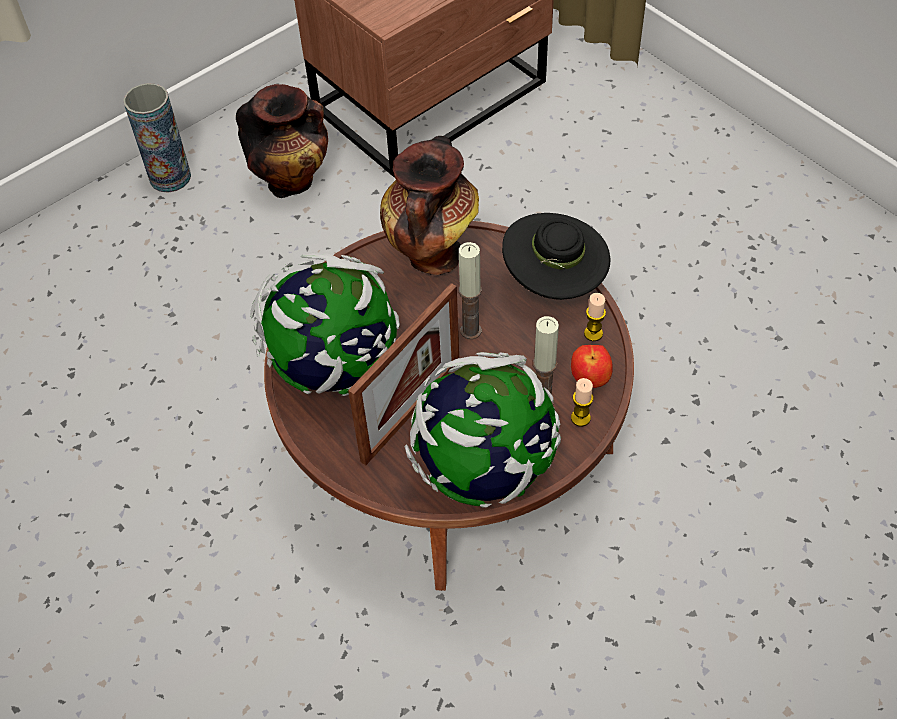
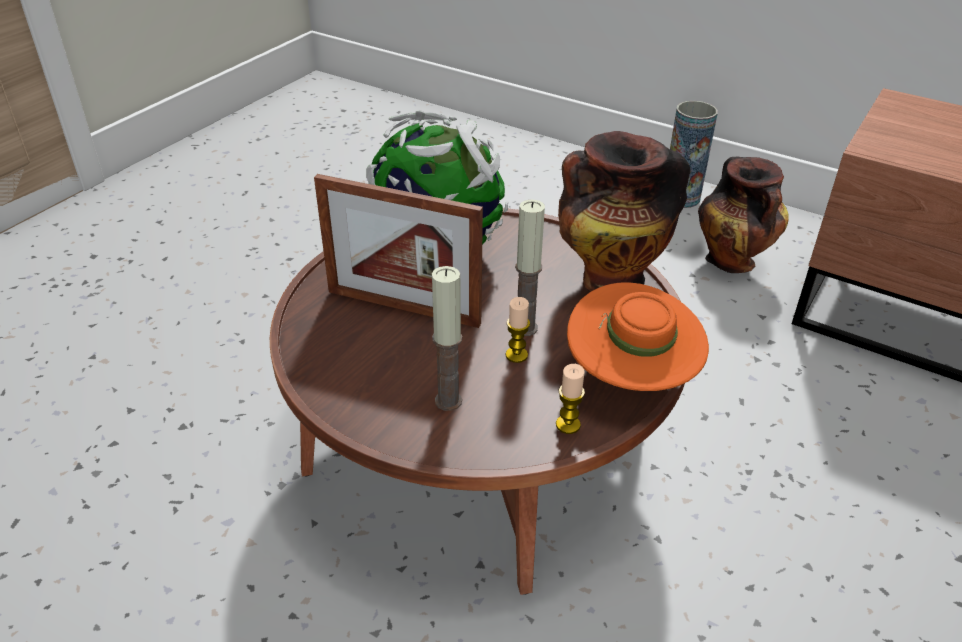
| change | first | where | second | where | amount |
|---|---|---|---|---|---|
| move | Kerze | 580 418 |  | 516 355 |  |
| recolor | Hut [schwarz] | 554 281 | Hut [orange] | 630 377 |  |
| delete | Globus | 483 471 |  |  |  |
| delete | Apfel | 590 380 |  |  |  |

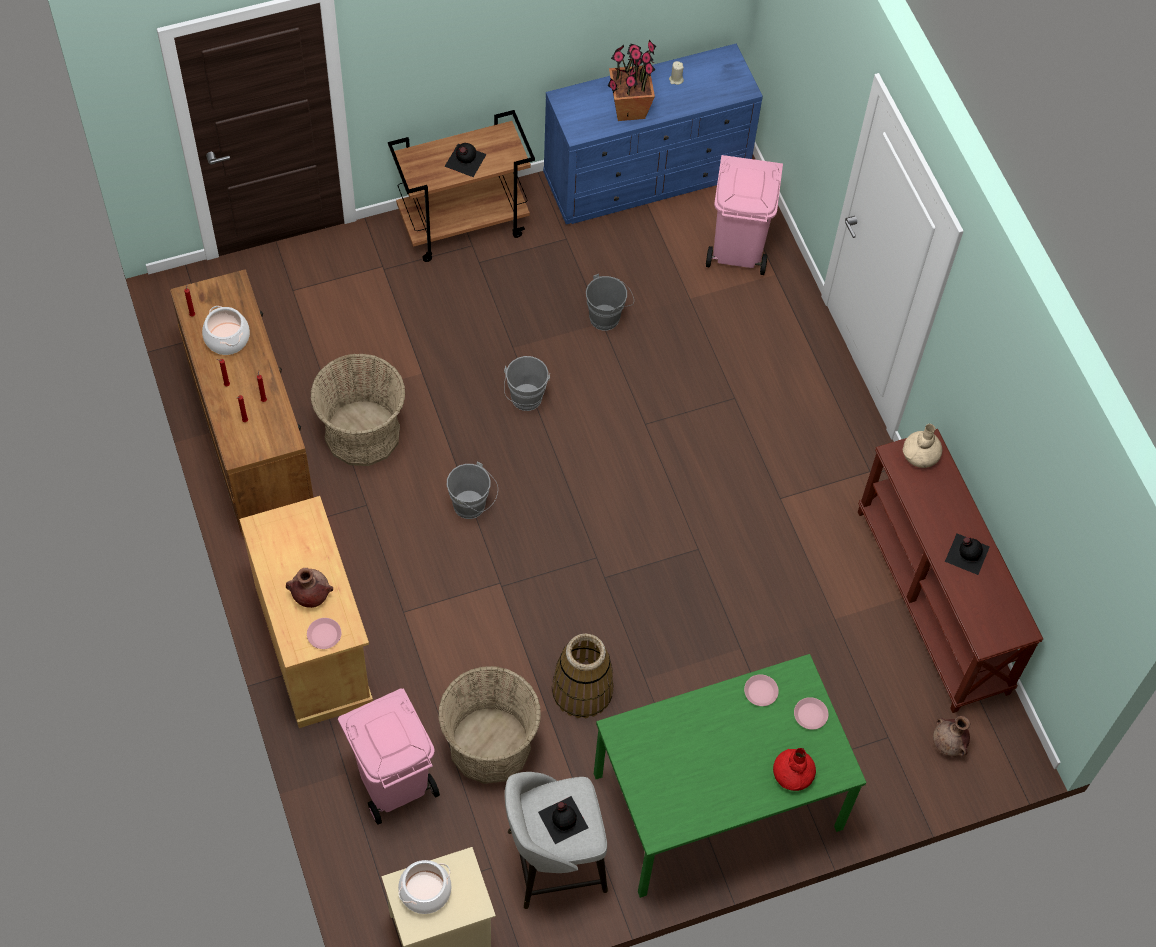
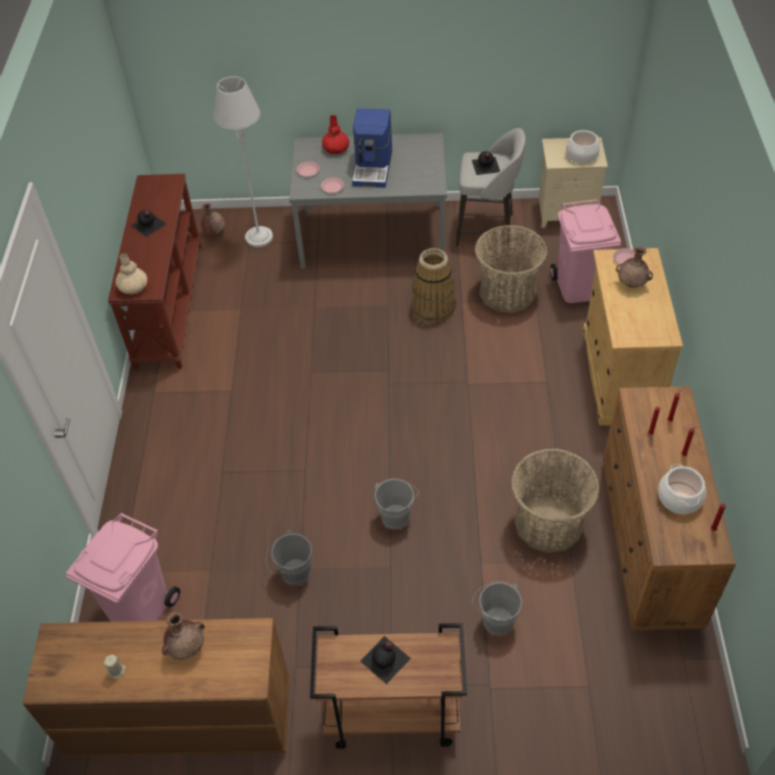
| change | first | where | second | where | amount |
|---|---|---|---|---|---|
| recolor | Kommode [blau] | 647 176 | Kommode [braun] | 179 718 |  |
| replace | Topfpflanze | 629 108 | Vase [braun] | 187 647 |  |
| insert |  |  | Stehlampe [grau] | 259 237 |  |
| recolor | Esstisch [grün] | 716 803 | Esstisch [grau] | 373 235 |  |
| insert |  |  | Kaffeemaschine | 373 167 |  |
| move | Eimer [grau] | 472 507 |  | 495 619 |  |

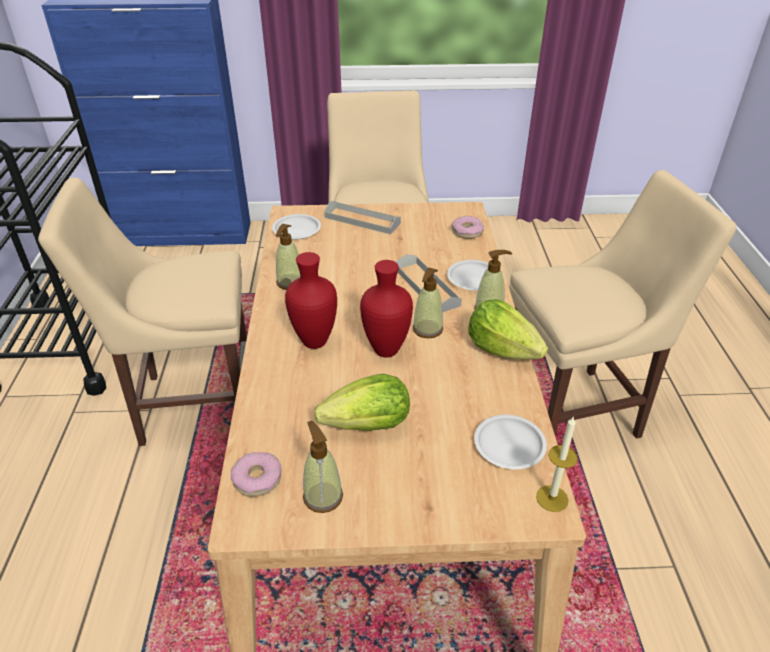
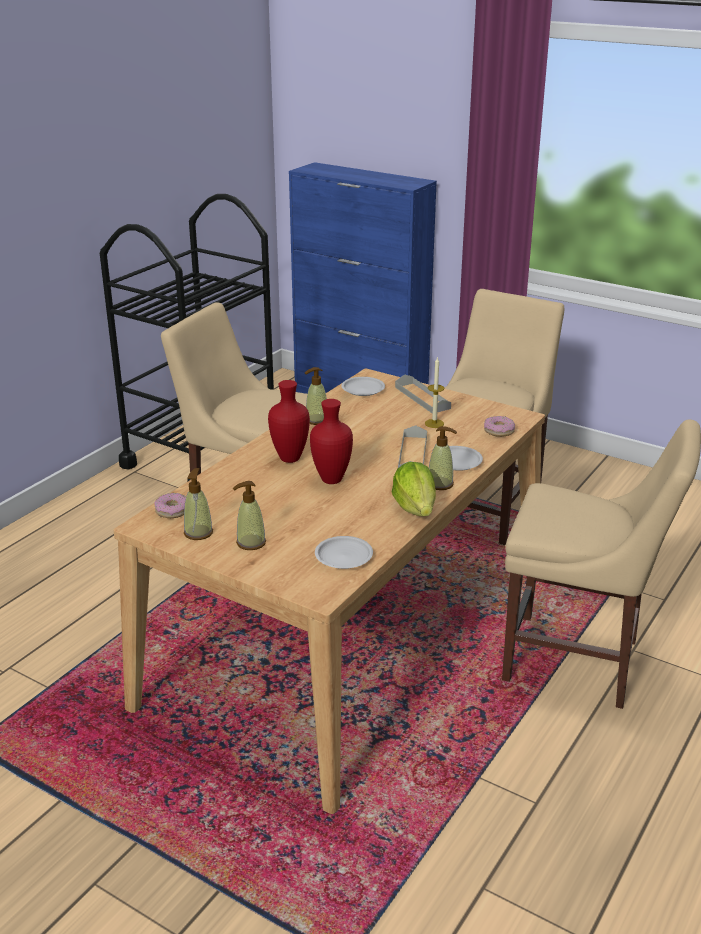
| change | first | where | second | where | amount |
|---|---|---|---|---|---|
| move | Seifenspender | 427 329 |  | 251 543 |  |
| move | Kerze | 552 498 |  | 434 423 |  |
| delete | Salatkopf | 368 425 |  |  |  |

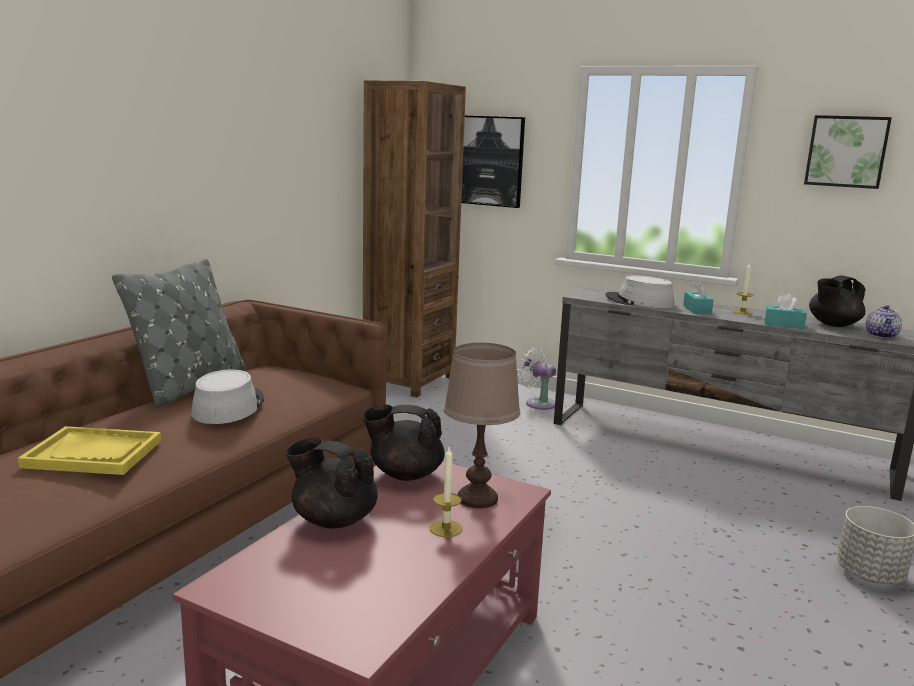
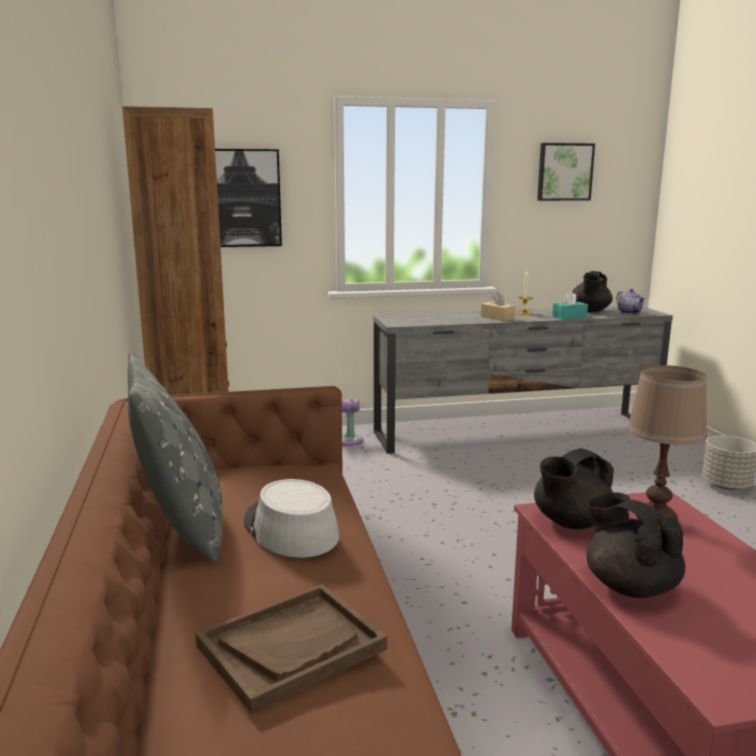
| change | first | where | second | where | amount |
|---|---|---|---|---|---|
| recolor | Tablett [gelb] | 93 454 | Tablett [braun] | 291 647 |  |
| recolor | Taschentuchbox [türkis] | 697 310 | Taschentuchbox [beige] | 497 317 |  |
| rotate | Teekanne [schwarz] | 333 519 |  | 630 586 | 75 degrees clockwise |
| delete | Kerze | 446 528 |  |  |  |
| delete | Hut [grau] | 639 302 |  |  |  |

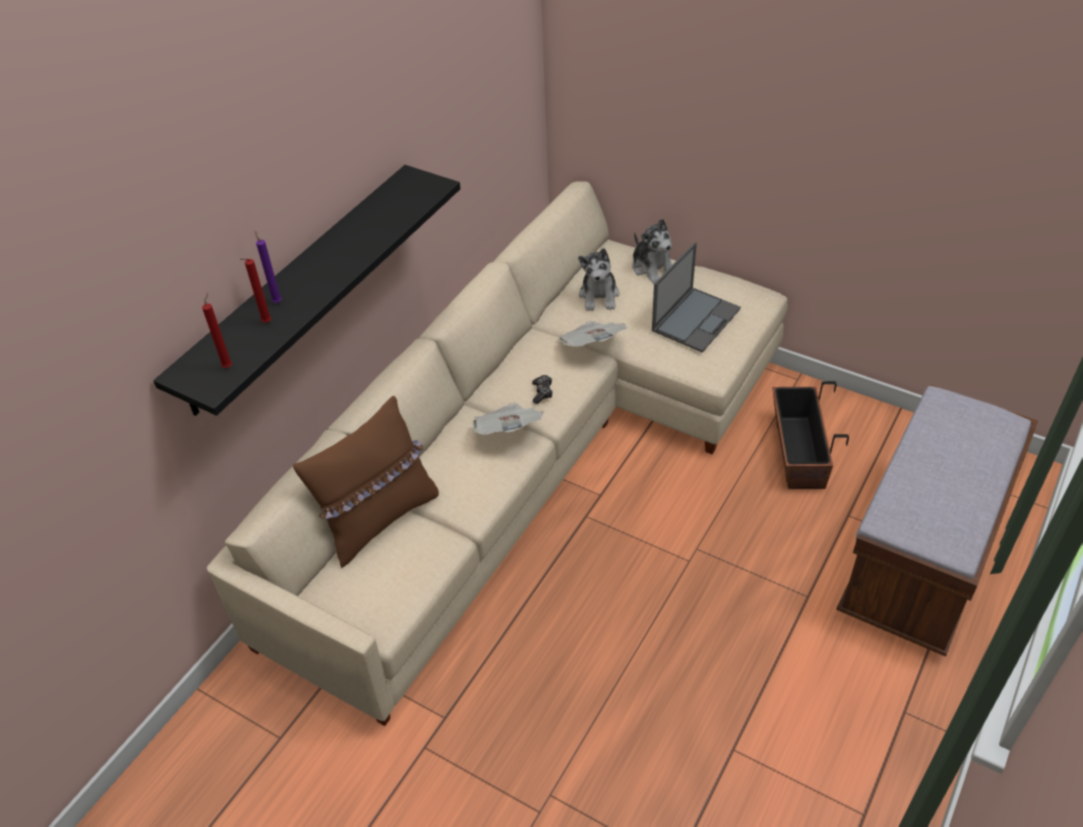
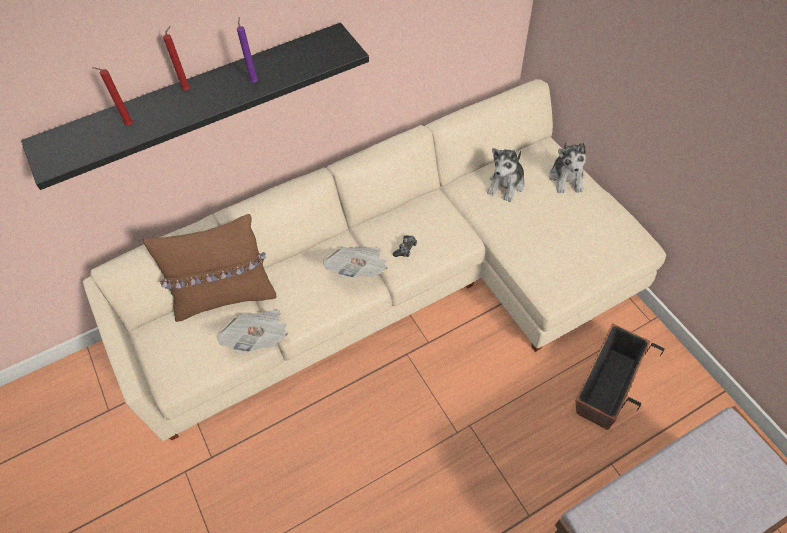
| change | first | where | second | where | amount |
|---|---|---|---|---|---|
| move | Kerze [rot] | 228 366 |  | 188 89 |  |
| move | Zeitung | 592 346 |  | 259 338 |  |
| move | Kerze [lila] | 276 301 |  | 254 81 |  |
| delete | Laptop | 696 319 |  |  |  |

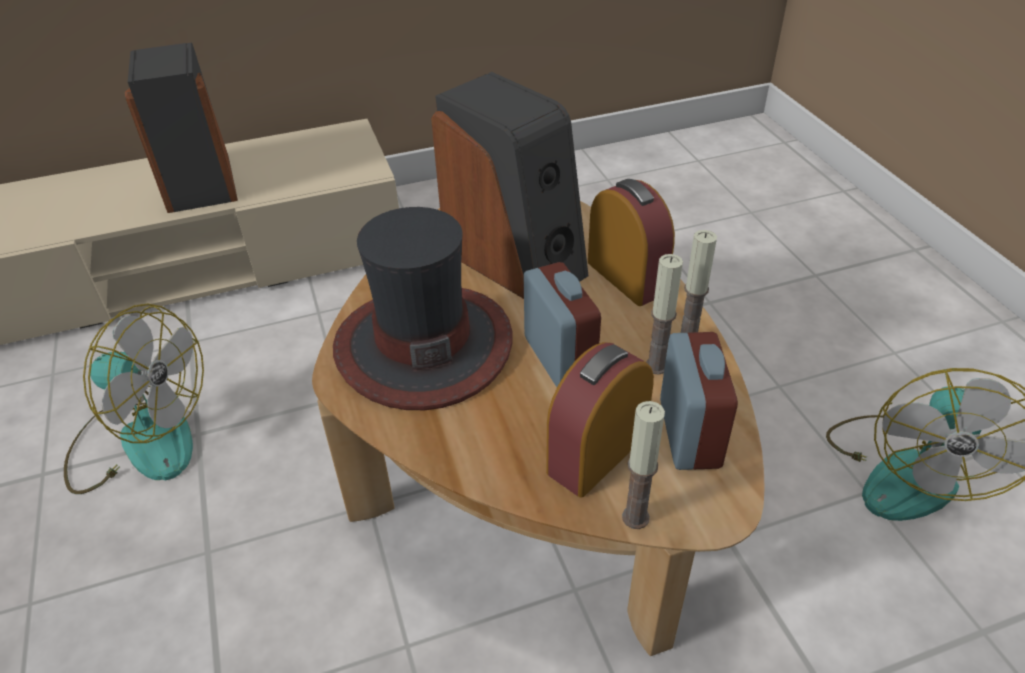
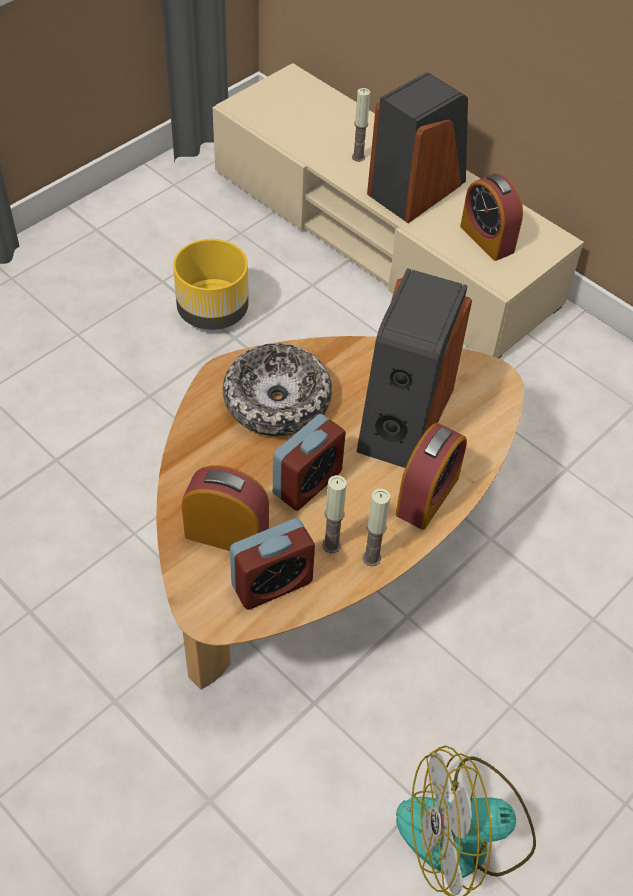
| change | first | where | second | where | amount |
|---|---|---|---|---|---|
| replace | Ventilator | 141 439 | Pflanzkübel [gelb] | 213 311 |  |
| replace | Hut | 423 345 | Schüssel | 277 401 |  |
| move | Kerze | 635 517 |  | 358 157 |  |
| insert |  |  | Wecker | 487 239 |  |

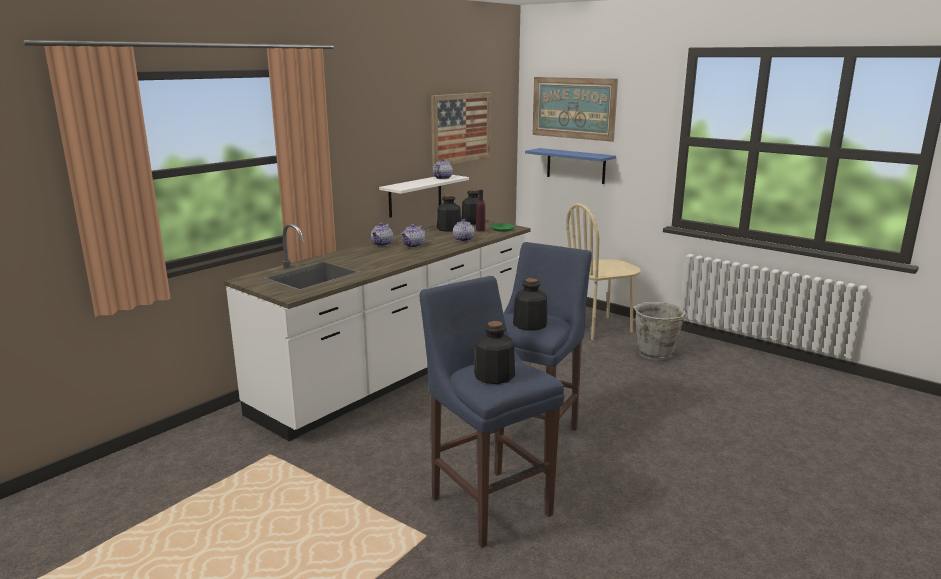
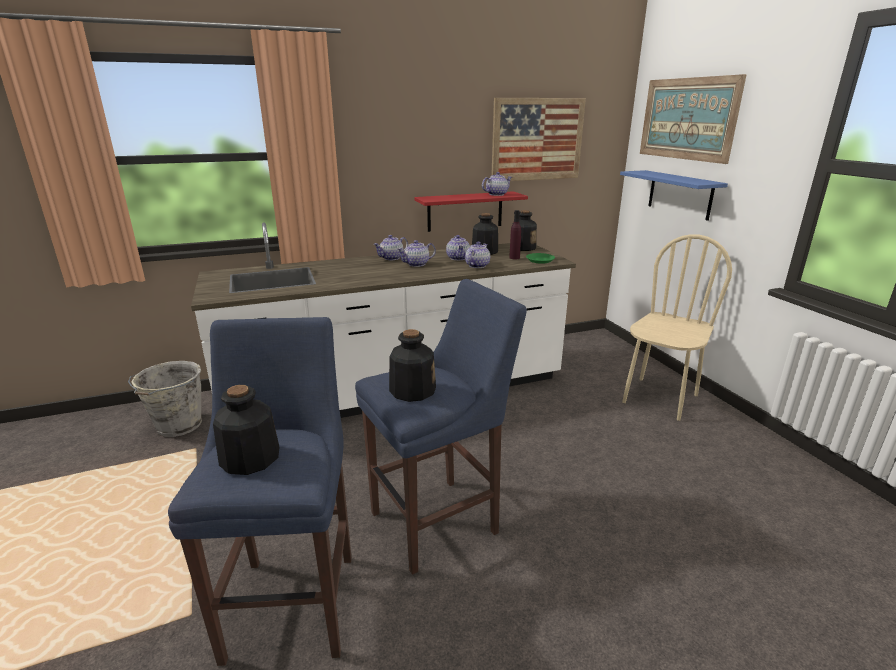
| change | first | where | second | where | amount |
|---|---|---|---|---|---|
| move | Eimer [grau] | 656 354 |  | 178 426 |  |
| recolor | Wandregal [weiß] | 415 195 | Wandregal [rot] | 465 211 |  |
| insert |  |  | Teekanne | 458 258 |  |
| rotate | Stuhl [beige] | 599 327 |  | 659 398 | 120 degrees clockwise |

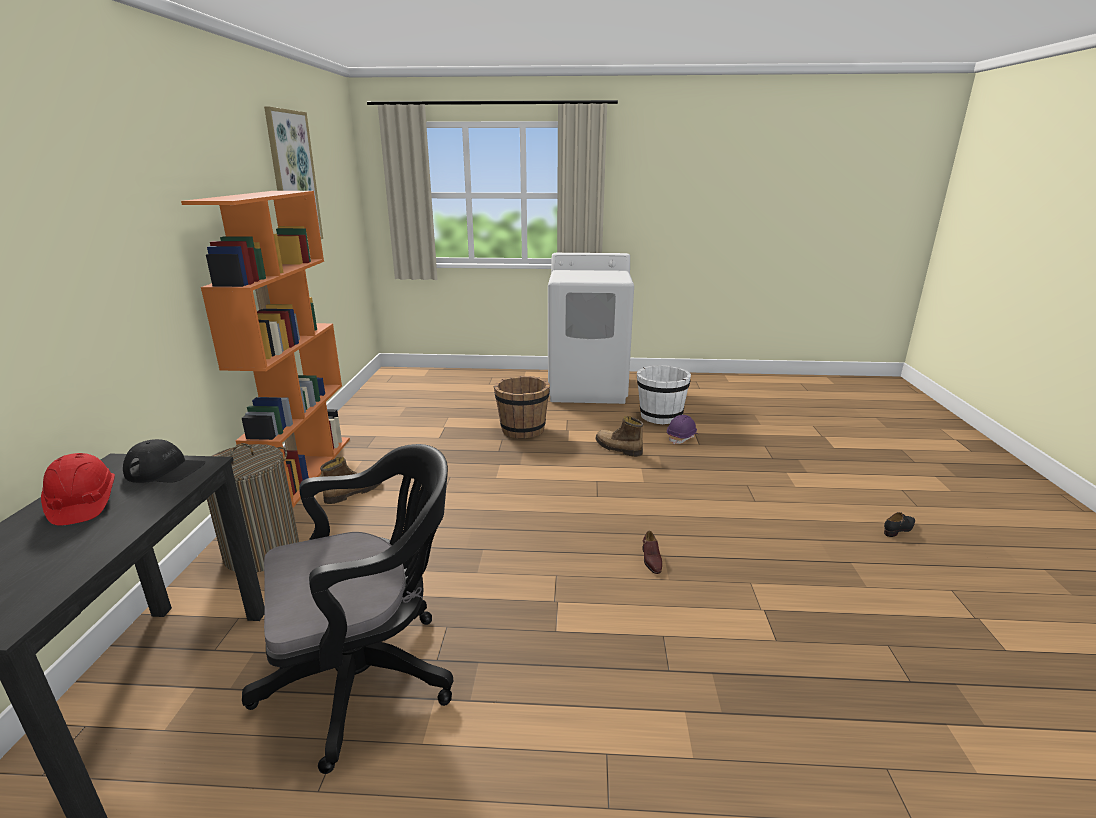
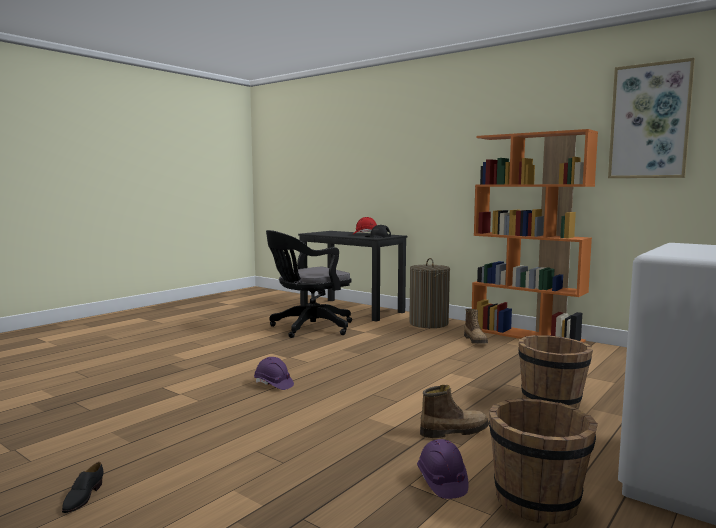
| change | first | where | second | where | amount |
|---|---|---|---|---|---|
| replace | Schuh [braun] | 651 560 | Schutzhelm [lila] | 273 384 |  |
| rotate | Bürostuhl [schwarz] | 369 676 |  | 308 328 | 45 degrees clockwise |
| recolor | Eimer [weiß] | 660 416 | Eimer [braun] | 537 501 |  |

